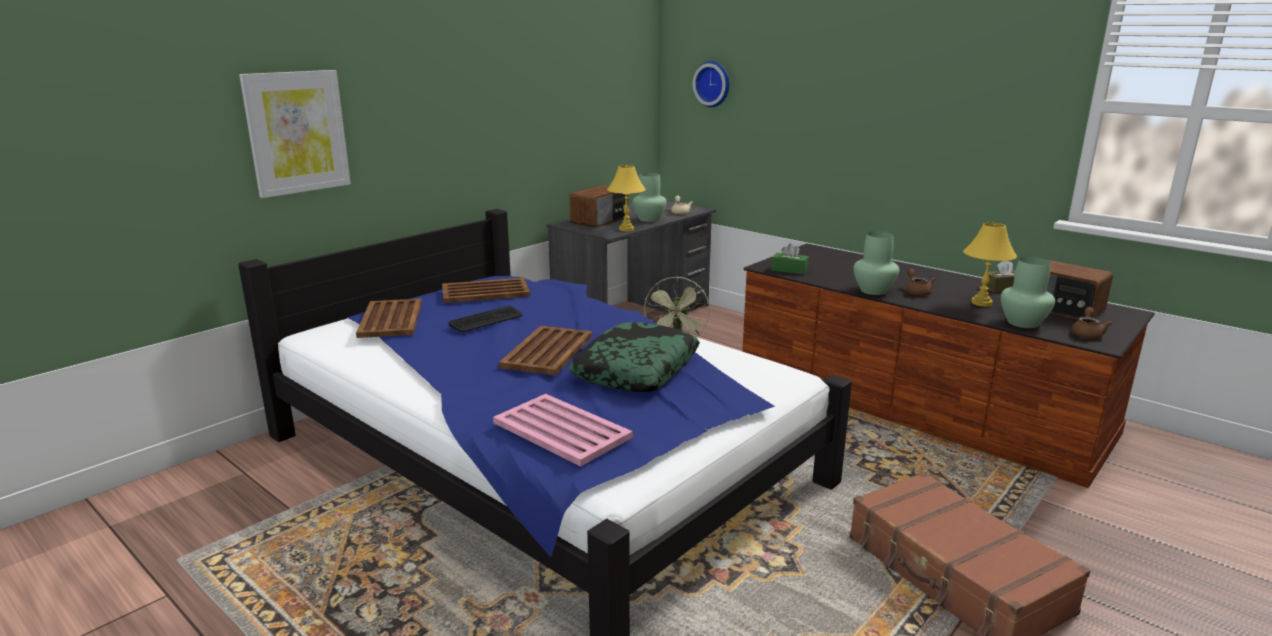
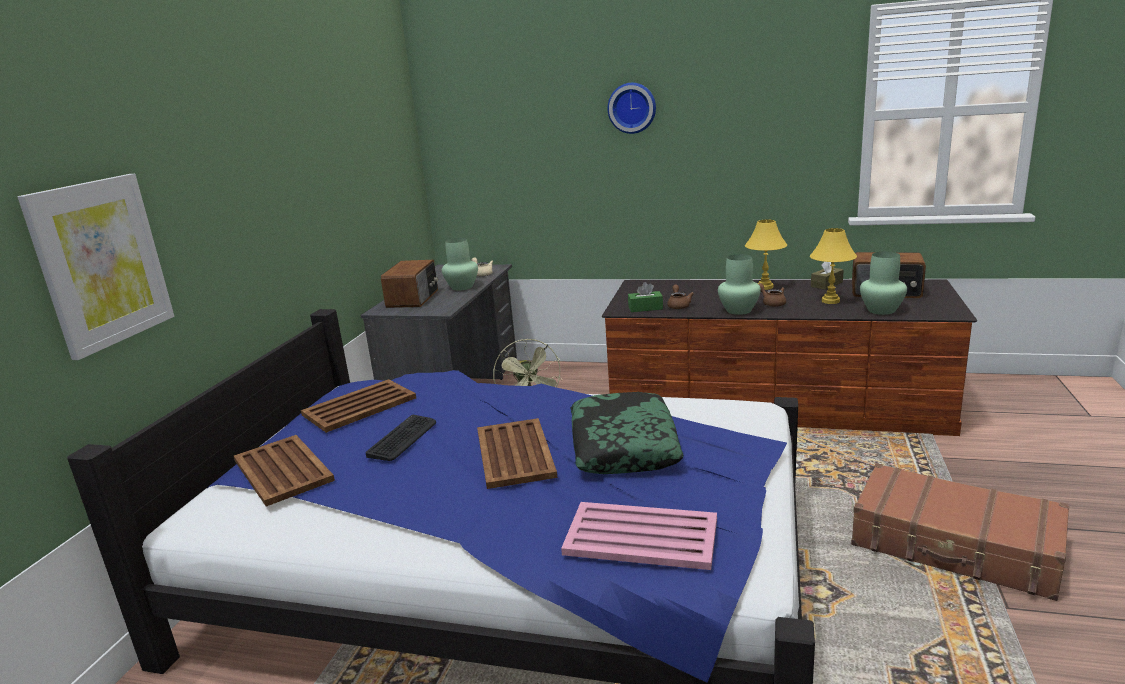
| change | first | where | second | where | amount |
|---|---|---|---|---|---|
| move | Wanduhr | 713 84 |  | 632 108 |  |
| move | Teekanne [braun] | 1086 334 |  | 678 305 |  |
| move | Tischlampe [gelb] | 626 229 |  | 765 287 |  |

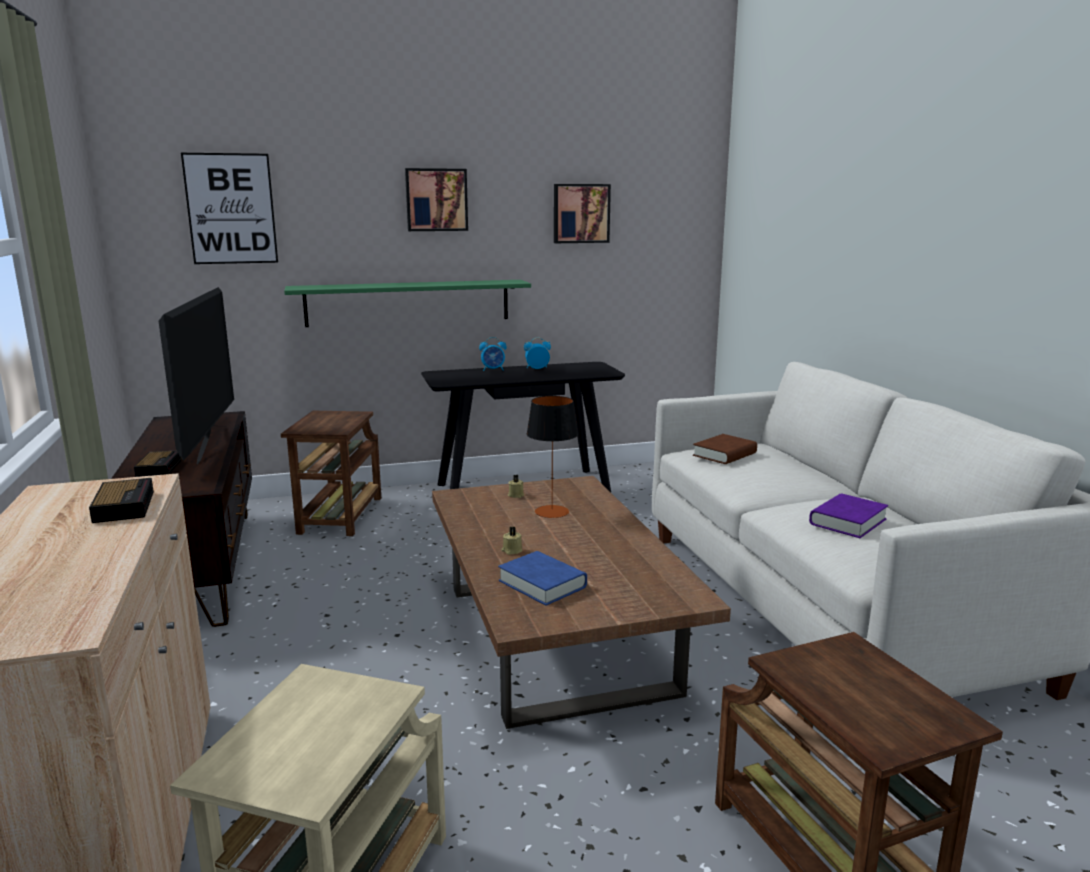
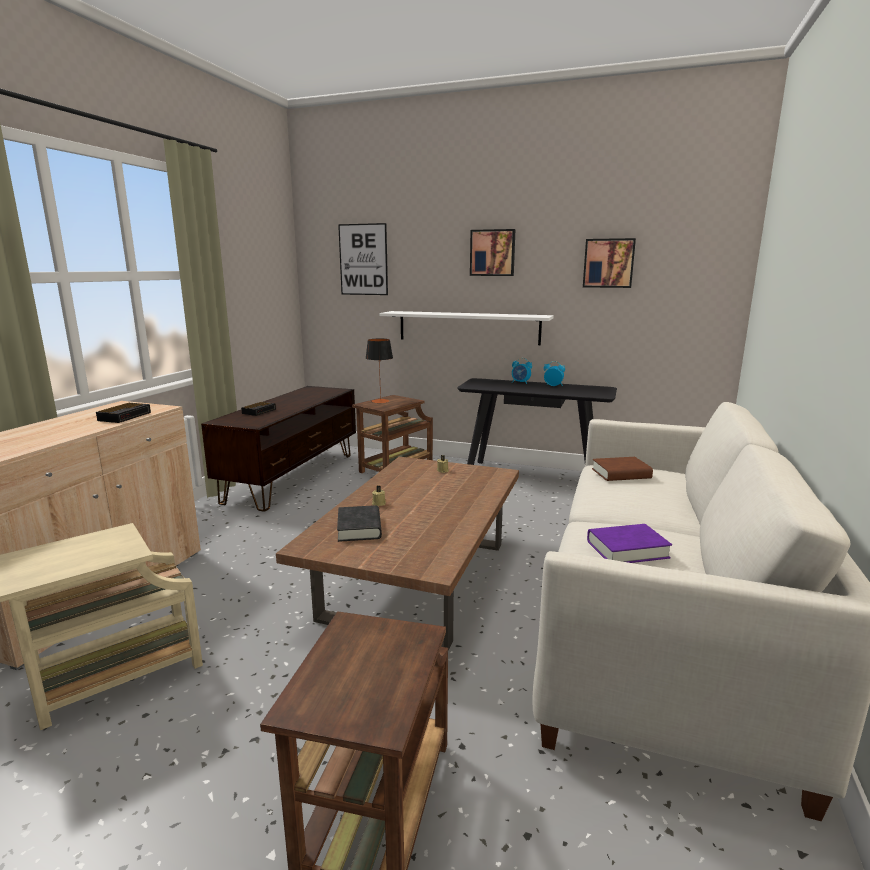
| change | first | where | second | where | amount |
|---|---|---|---|---|---|
| recolor | Buch [blau] | 542 584 | Buch [schwarz] | 359 528 |  |
| move | Tischlampe | 552 511 |  | 380 401 |  |
| recolor | Wandregal [grün] | 408 302 | Wandregal [weiß] | 468 327 |  |
| delete | Fernseher | 210 444 |  |  |  |

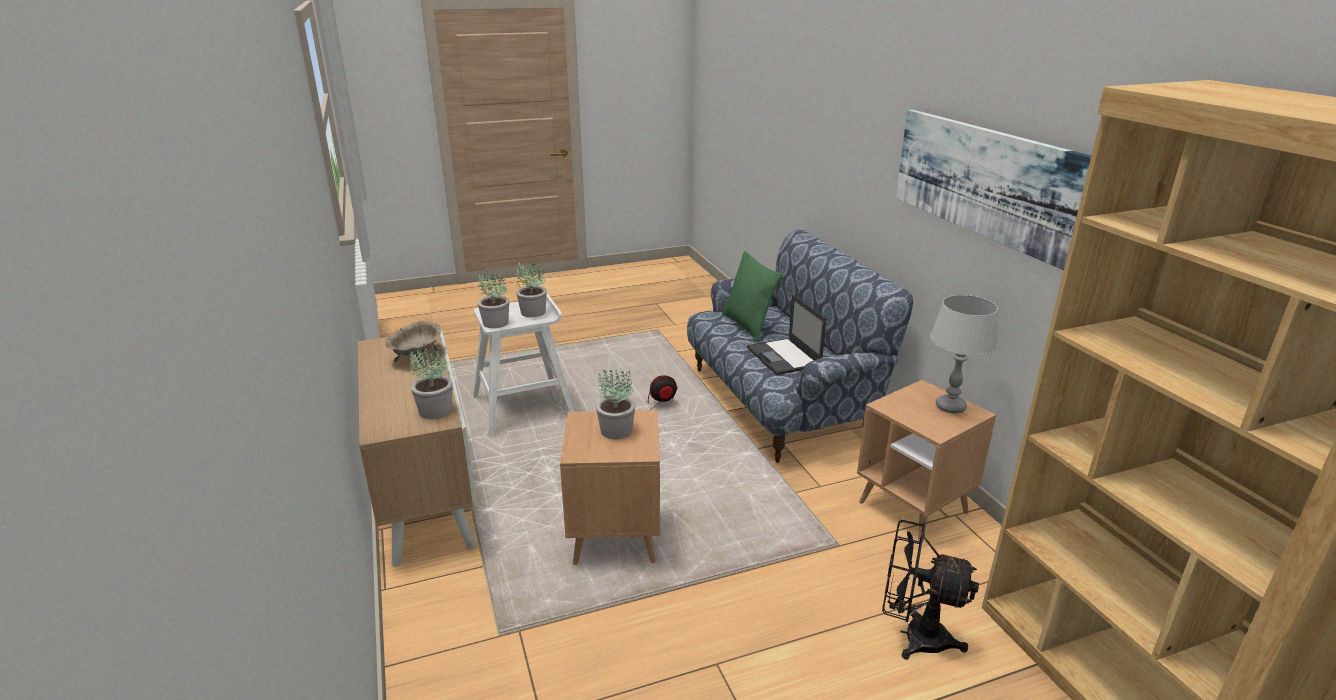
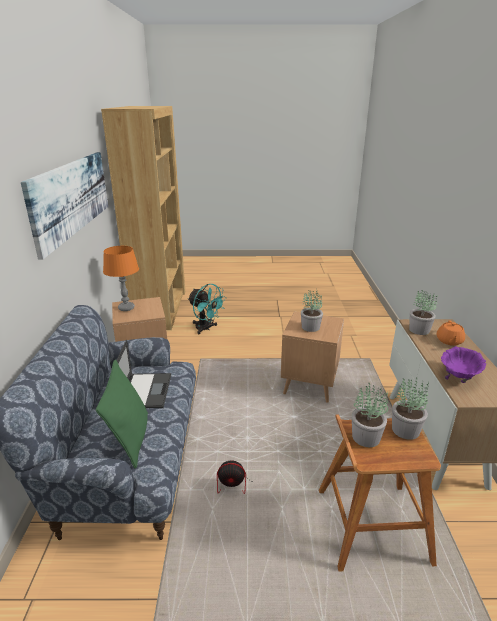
| change | first | where | second | where | amount |
|---|---|---|---|---|---|
| recolor | Tischlampe [grau] | 950 407 | Tischlampe [orange] | 126 308 |  |
| recolor | Ventilator [schwarz] | 913 636 | Ventilator [türkis] | 206 328 |  |
| recolor | Hocker [weiß] | 524 408 | Hocker [braun] | 370 525 |  |
| insert |  |  | Teekanne [orange] | 449 341 |  |
| recolor | Schüssel [beige] | 416 356 | Schüssel [lila] | 459 376 |  |

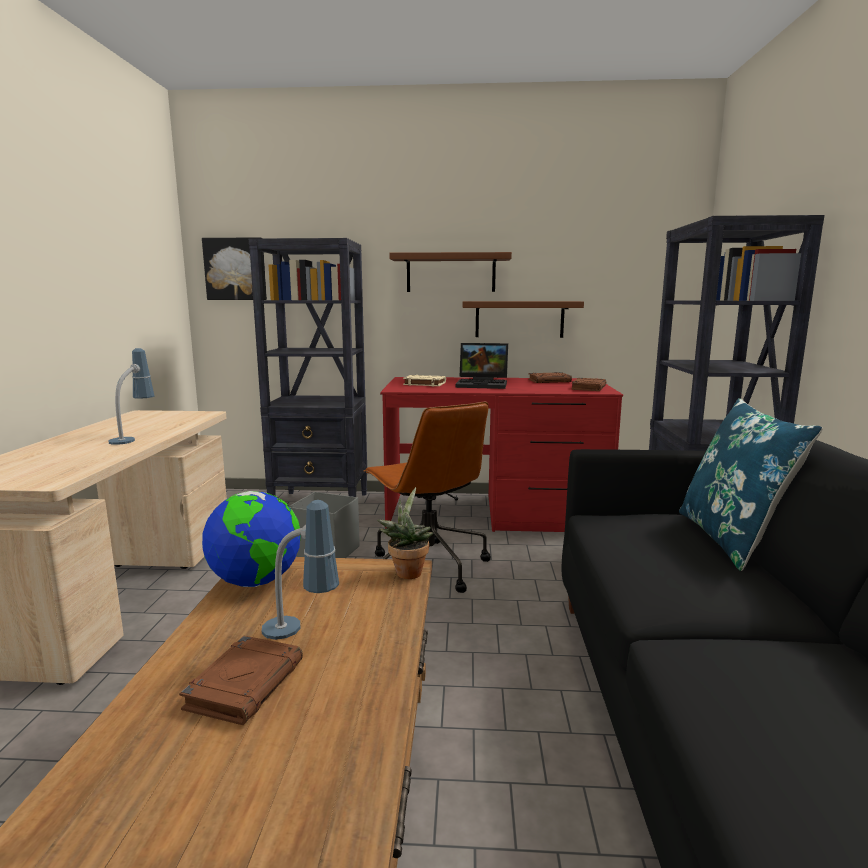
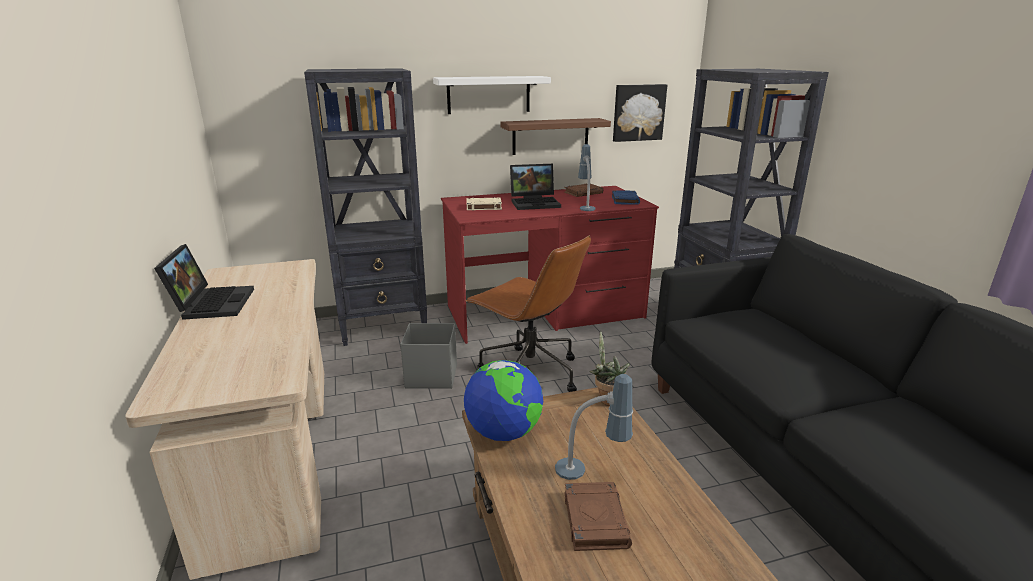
| change | first | where | second | where | amount |
|---|---|---|---|---|---|
| insert |  |  | Laptop | 212 303 |  |
| recolor | Wandregal [braun] | 451 273 | Wandregal [weiß] | 488 94 |  |
| move | Tischlampe | 134 437 |  | 585 206 |  |
| recolor | Buch [braun] | 588 388 | Buch [blau] | 624 200 |  |
| move | Bild | 236 269 |  | 638 112 |  |
| delete | Kissen [blau] | 731 539 |  |  |  |

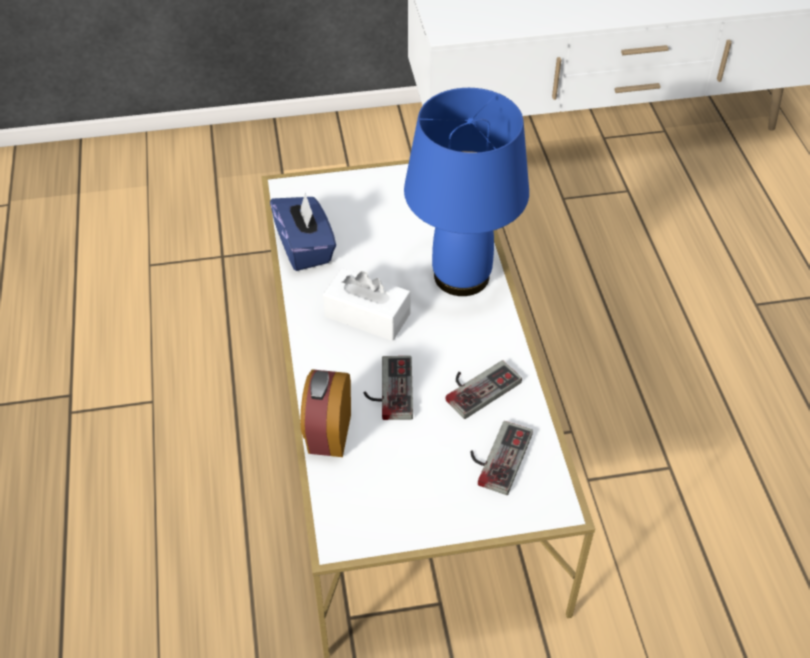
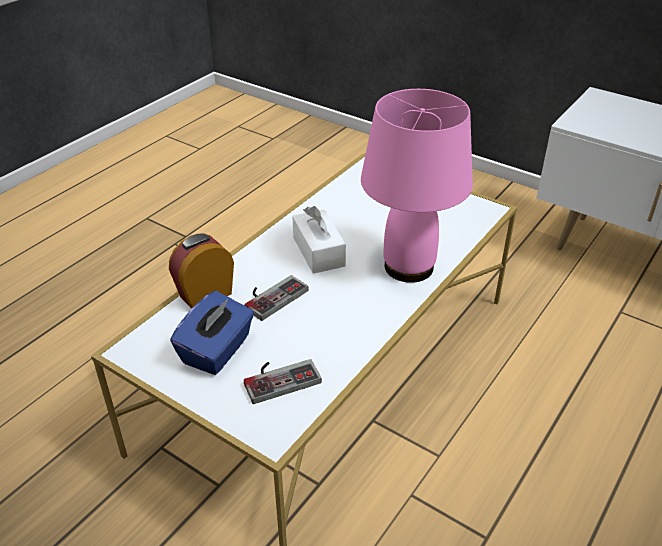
| change | first | where | second | where | amount |
|---|---|---|---|---|---|
| move | Taschentuchbox [blau] | 305 247 |  | 217 350 |  |
| recolor | Tischlampe [blau] | 460 276 | Tischlampe [rosa] | 407 266 |  |
| delete | Gamepad | 477 385 |  |  |  |

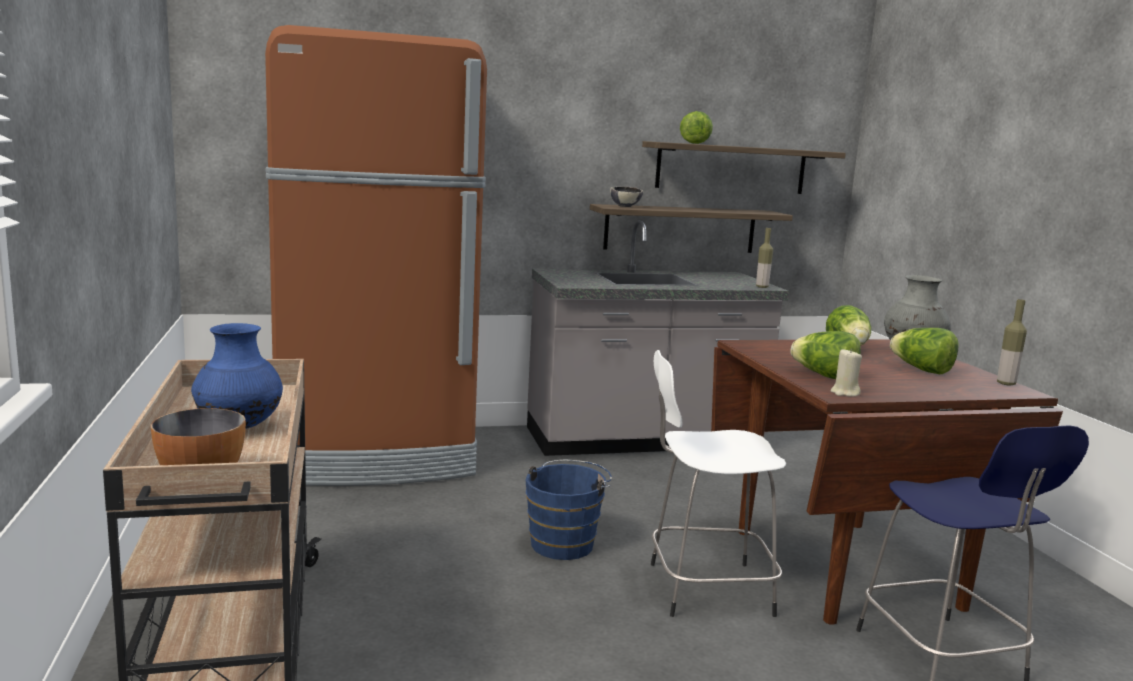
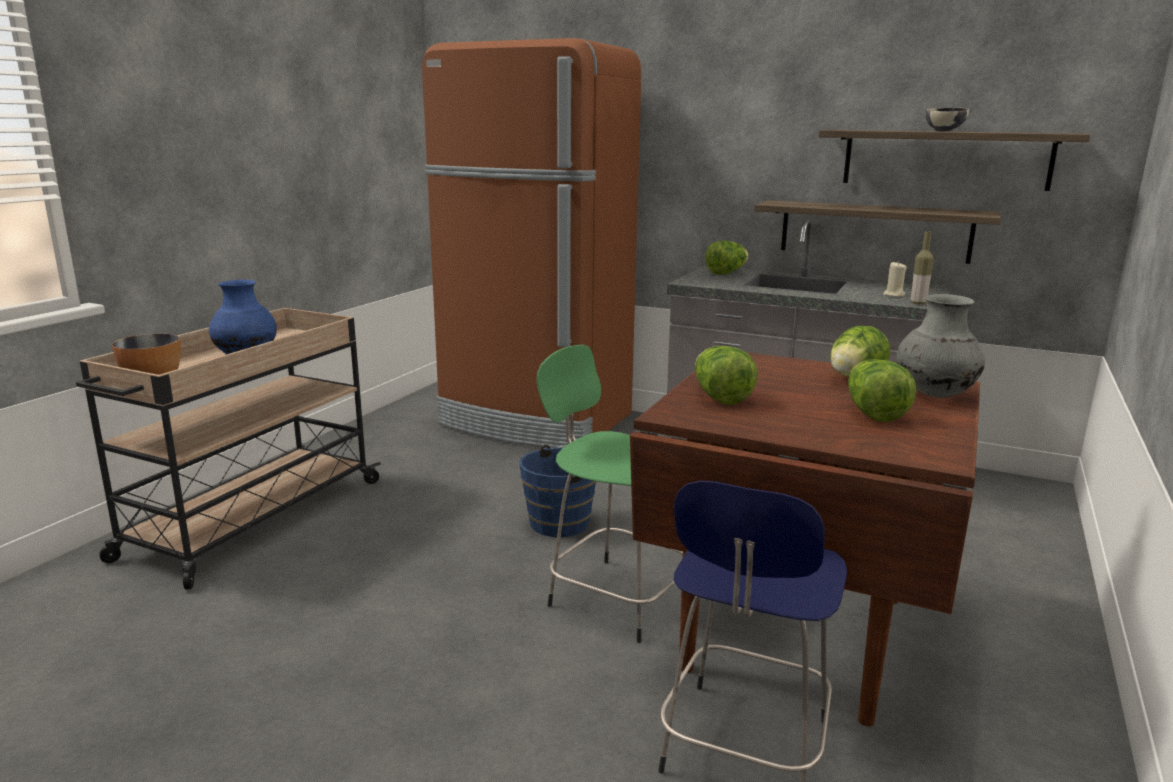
| change | first | where | second | where | amount |
|---|---|---|---|---|---|
| recolor | Hocker [weiß] | 704 589 | Hocker [grün] | 616 597 |  |
| move | Salatkopf | 695 143 |  | 726 273 |  |
| move | Kerze [beige] | 844 393 |  | 893 295 |  |
| move | Schüssel | 625 206 |  | 944 131 |  |
| delete | Flasche | 1006 383 |  |  |  |

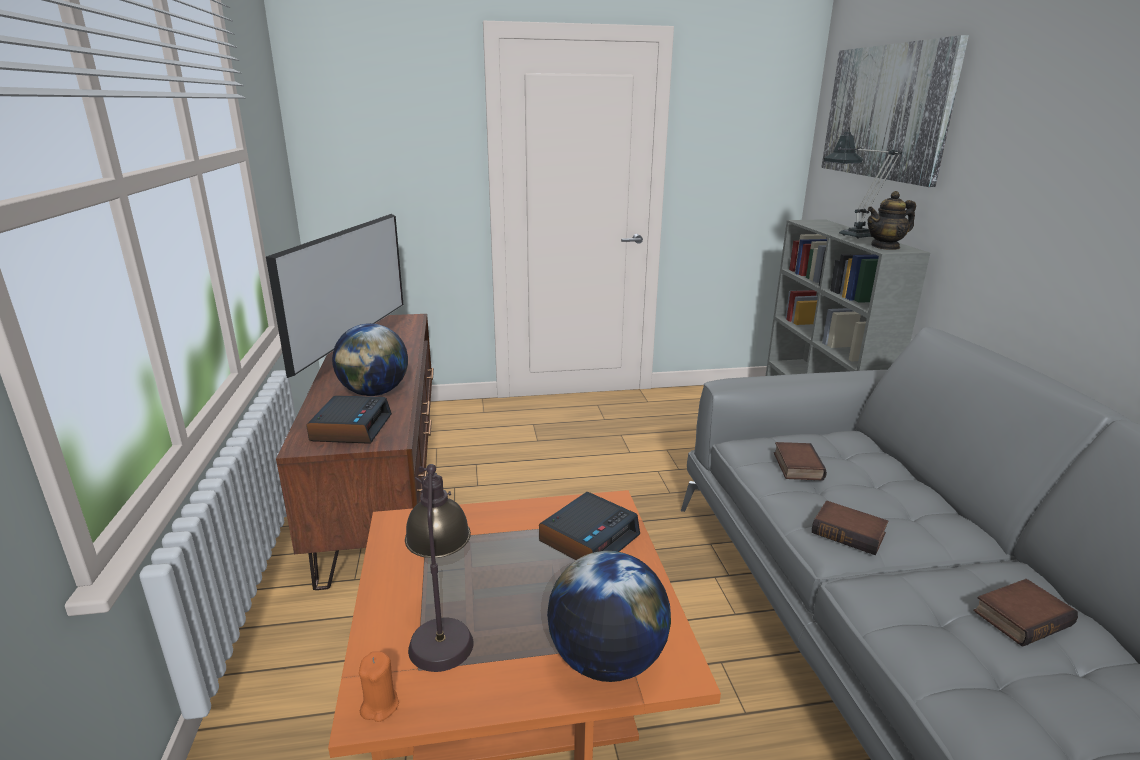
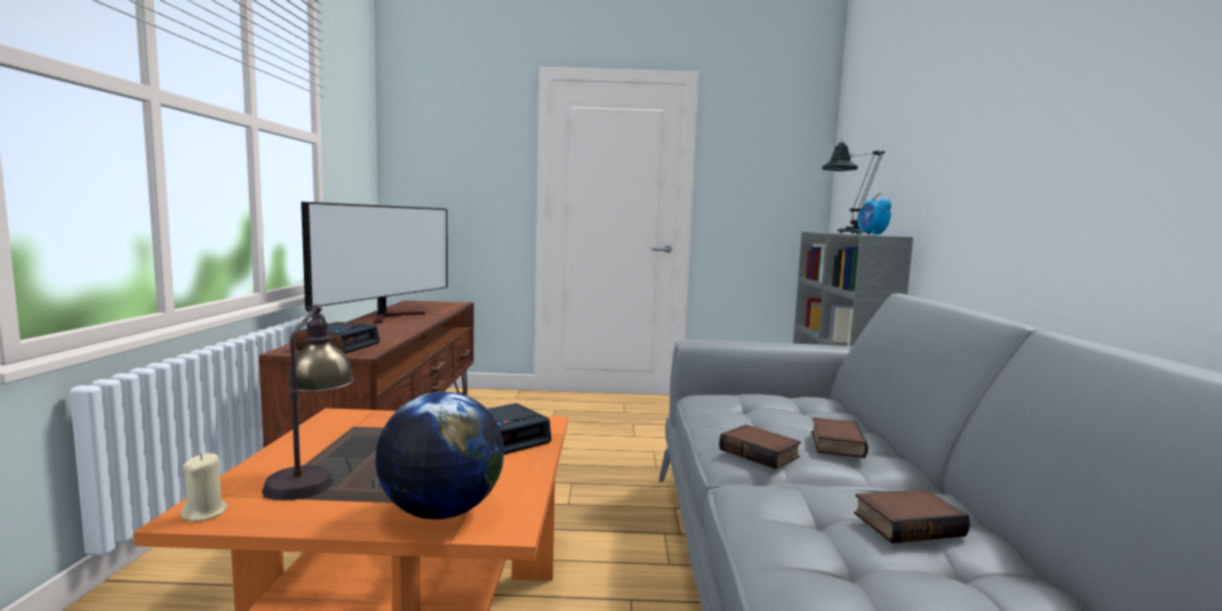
| change | first | where | second | where | amount |
|---|---|---|---|---|---|
| recolor | Kerze [orange] | 380 705 | Kerze [beige] | 205 513 |  |
| move | Buch | 796 465 |  | 835 443 |  |
| replace | Teekanne | 885 247 | Wecker | 872 235 |  |
| delete | Globus | 375 392 |  |  |  |
| delete | Bild | 886 112 |  |  |  |

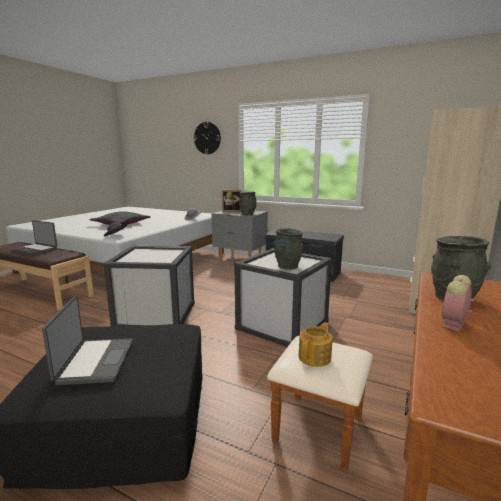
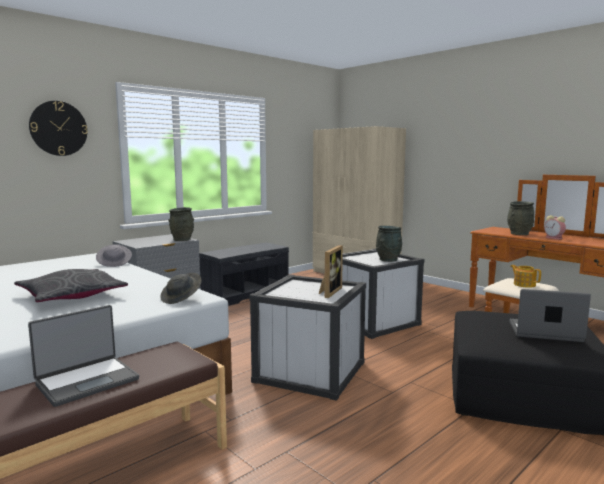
| change | first | where | second | where | amount |
|---|---|---|---|---|---|
| move | Bilderrahmen | 232 211 |  | 329 292 |  |

